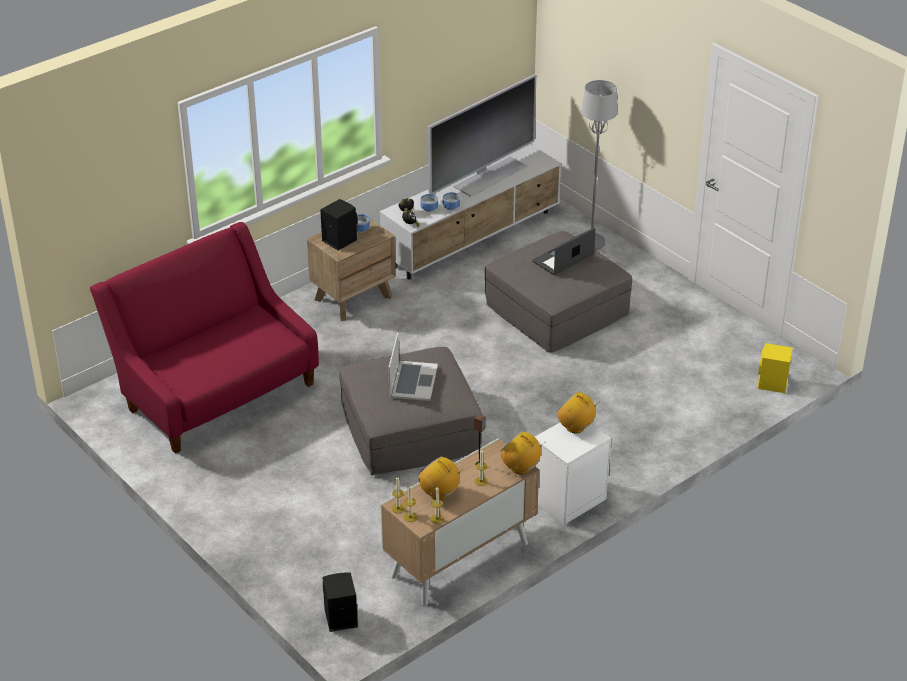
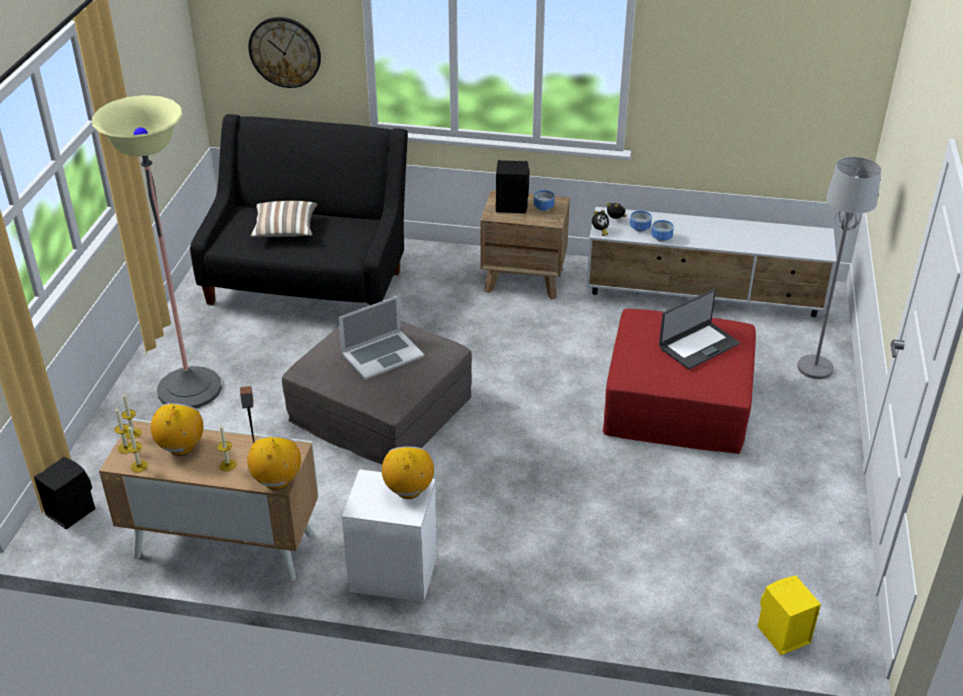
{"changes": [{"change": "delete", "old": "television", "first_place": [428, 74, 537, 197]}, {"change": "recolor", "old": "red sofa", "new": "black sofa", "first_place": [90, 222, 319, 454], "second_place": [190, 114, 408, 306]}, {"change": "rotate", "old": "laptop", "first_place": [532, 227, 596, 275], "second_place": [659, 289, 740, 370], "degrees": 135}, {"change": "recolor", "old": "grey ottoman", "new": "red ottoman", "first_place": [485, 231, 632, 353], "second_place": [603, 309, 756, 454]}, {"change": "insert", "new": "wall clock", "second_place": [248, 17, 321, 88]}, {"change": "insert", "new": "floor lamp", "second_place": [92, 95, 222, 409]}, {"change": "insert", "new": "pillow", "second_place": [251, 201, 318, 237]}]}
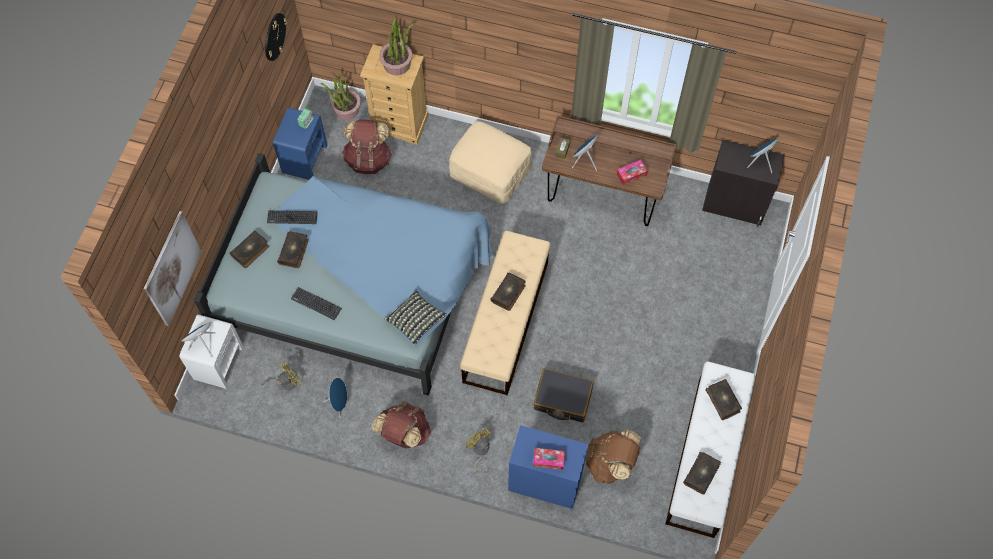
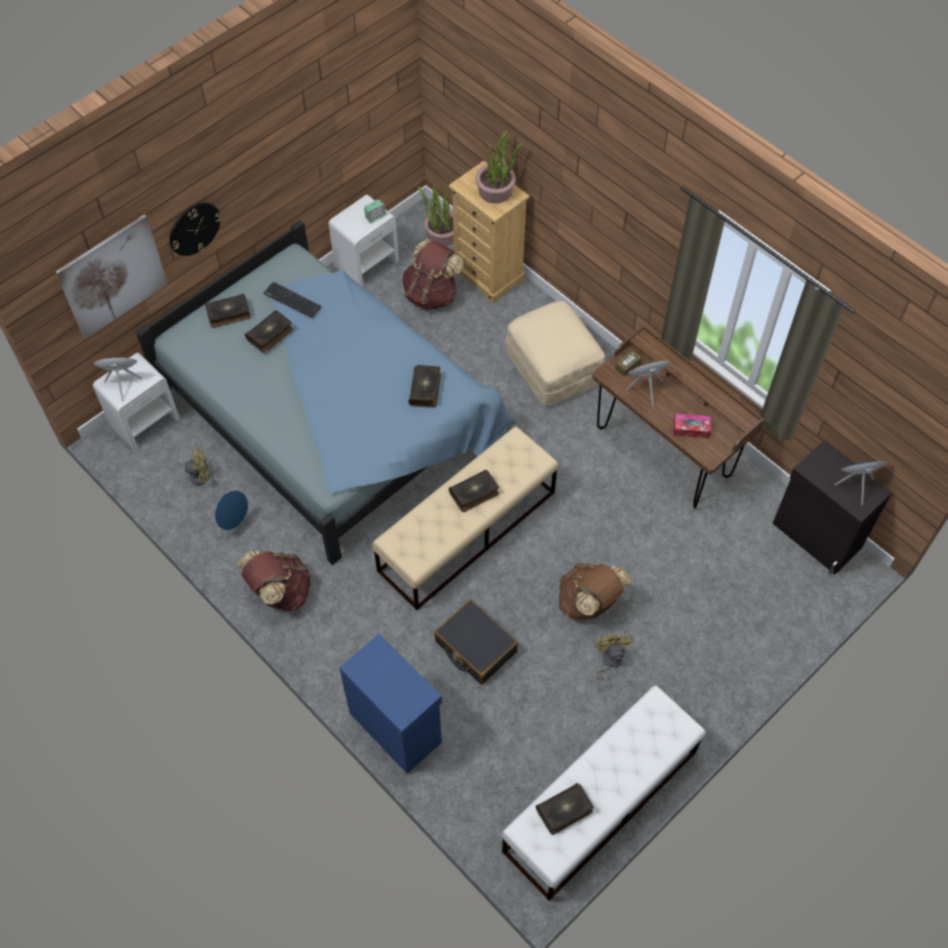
{"changes": [{"change": "move", "old": "wall clock", "first_place": [265, 13, 287, 61], "second_place": [170, 203, 221, 256]}, {"change": "recolor", "old": "blue nightstand", "new": "white nightstand", "first_place": [273, 108, 328, 180], "second_place": [328, 195, 399, 287]}, {"change": "delete", "old": "keyboard", "first_place": [291, 287, 342, 320]}, {"change": "delete", "old": "pillow", "first_place": [385, 290, 447, 345]}, {"change": "move", "old": "book", "first_place": [705, 379, 742, 420], "second_place": [408, 365, 441, 408]}, {"change": "move", "old": "yellow fan", "first_place": [466, 427, 492, 477], "second_place": [593, 632, 633, 691]}, {"change": "move", "old": "brown backpack", "first_place": [585, 430, 641, 484], "second_place": [559, 562, 632, 620]}, {"change": "delete", "old": "tissue box", "first_place": [533, 448, 565, 470]}]}
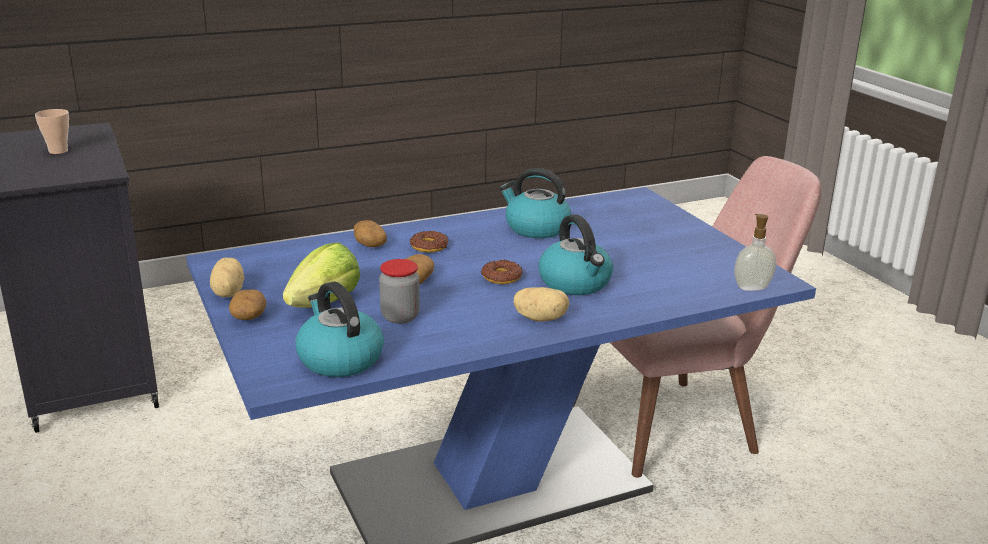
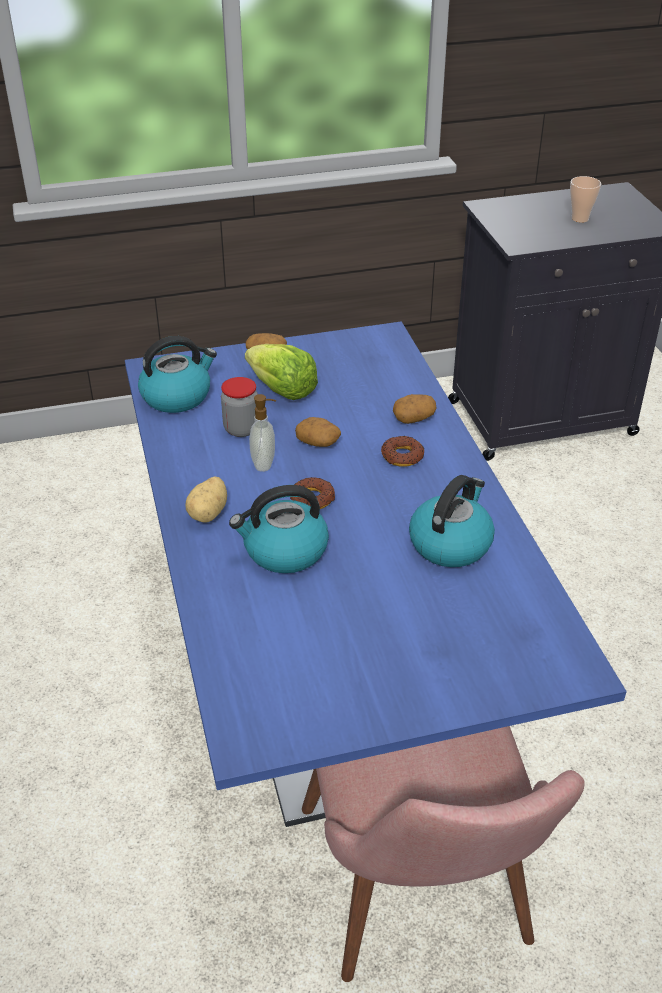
{"changes": [{"change": "move", "old": "soap dispenser", "first_place": [734, 214, 776, 291], "second_place": [249, 394, 276, 472]}, {"change": "delete", "old": "potato", "first_place": [210, 258, 244, 297]}]}
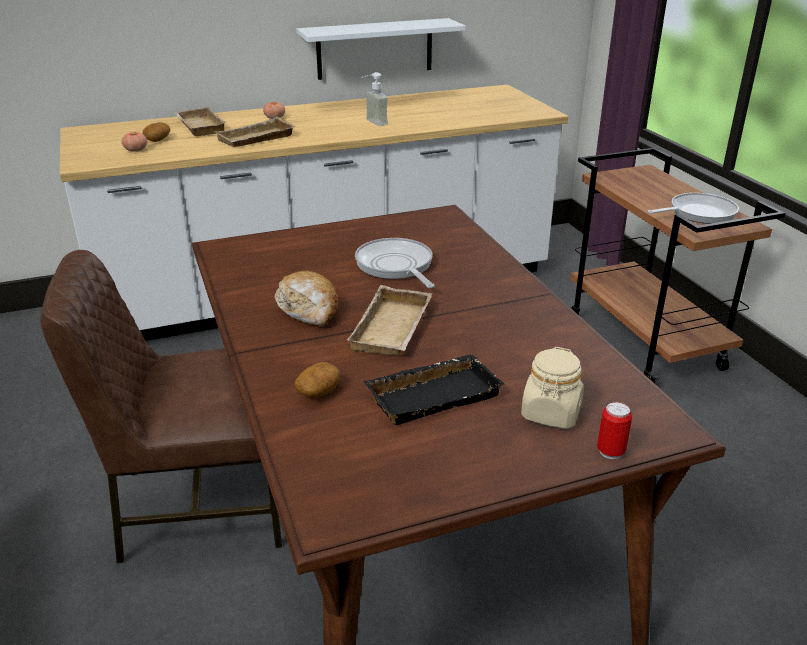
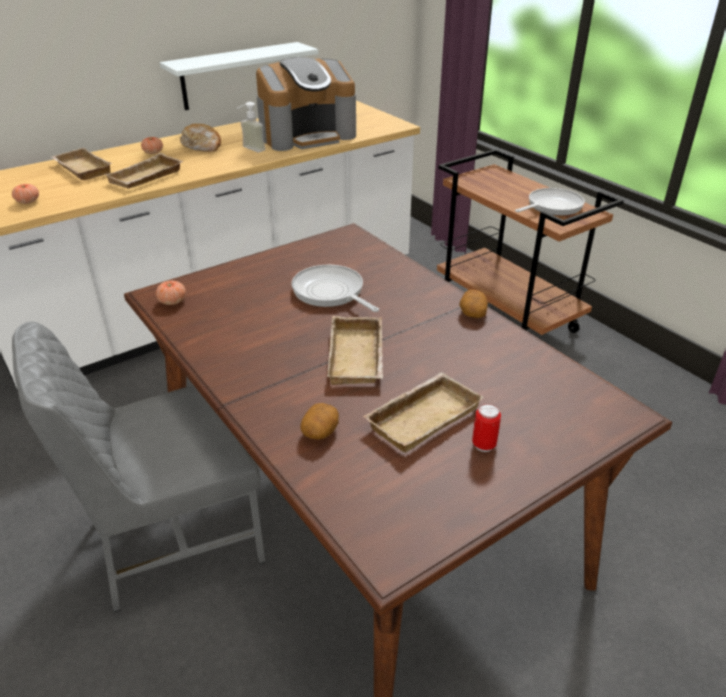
{"changes": [{"change": "move", "old": "potato", "first_place": [143, 122, 170, 142], "second_place": [459, 290, 488, 318]}, {"change": "recolor", "old": "brown chair", "new": "grey chair", "first_place": [40, 250, 282, 563], "second_place": [12, 322, 266, 612]}, {"change": "move", "old": "bread", "first_place": [275, 271, 338, 326], "second_place": [180, 124, 221, 152]}, {"change": "delete", "old": "beige jar", "first_place": [521, 347, 584, 429]}, {"change": "recolor", "old": "black tray", "new": "beige tray", "first_place": [363, 354, 505, 425], "second_place": [363, 372, 484, 453]}, {"change": "move", "old": "can", "first_place": [597, 402, 632, 459], "second_place": [472, 404, 501, 452]}, {"change": "insert", "new": "coffee machine", "second_place": [256, 57, 356, 151]}, {"change": "insert", "new": "tomato", "second_place": [156, 281, 186, 305]}]}
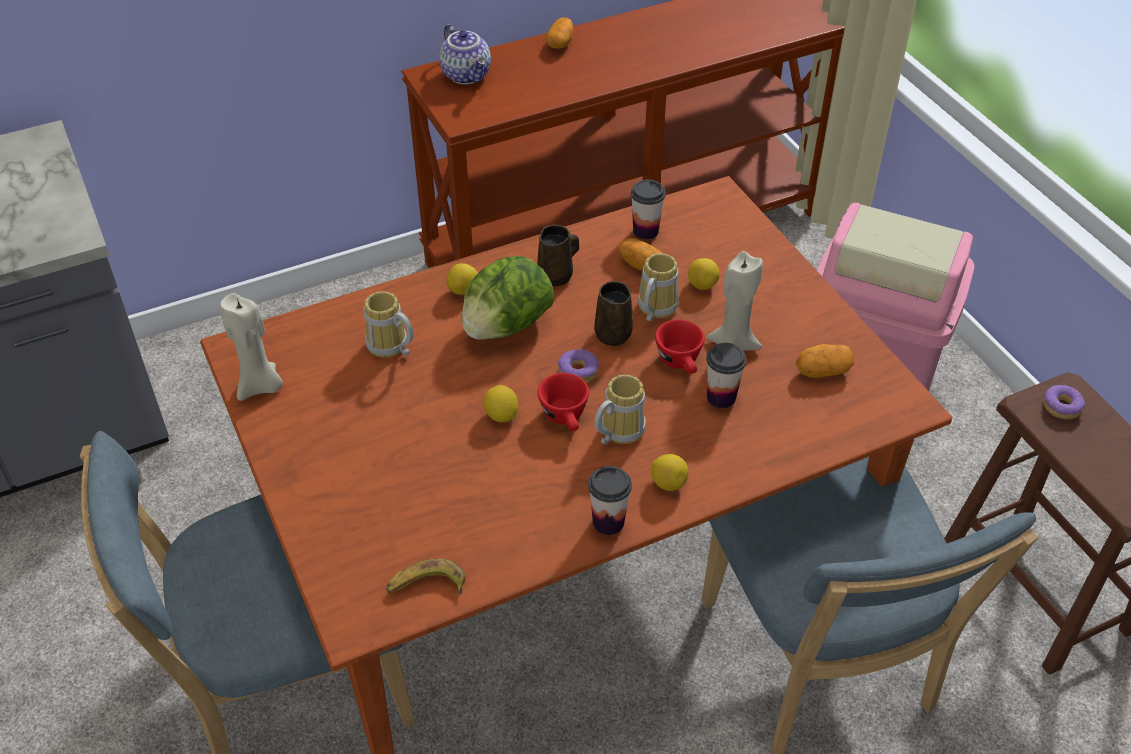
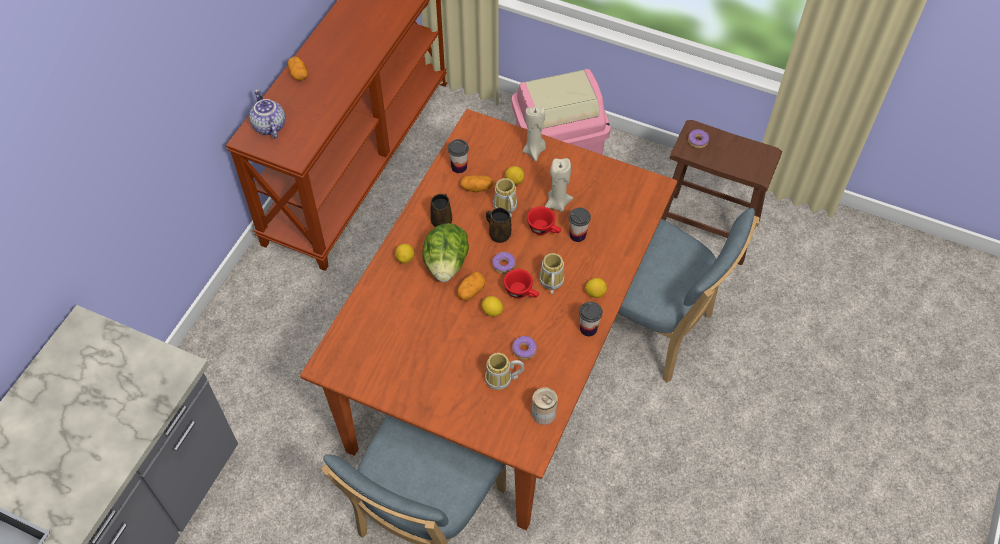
{"changes": [{"change": "rotate", "old": "teapot", "first_place": [439, 24, 491, 85], "second_place": [249, 89, 285, 138], "degrees": -135}, {"change": "move", "old": "mug", "first_place": [363, 291, 414, 358], "second_place": [485, 353, 524, 390]}, {"change": "move", "old": "beige candle", "first_place": [220, 293, 283, 401], "second_place": [523, 107, 546, 161]}, {"change": "move", "old": "potato", "first_place": [796, 344, 854, 378], "second_place": [457, 271, 486, 301]}, {"change": "replace", "old": "banana", "new": "can", "first_place": [386, 558, 466, 595], "second_place": [532, 388, 558, 425]}, {"change": "insert", "new": "donut", "second_place": [512, 336, 537, 360]}]}
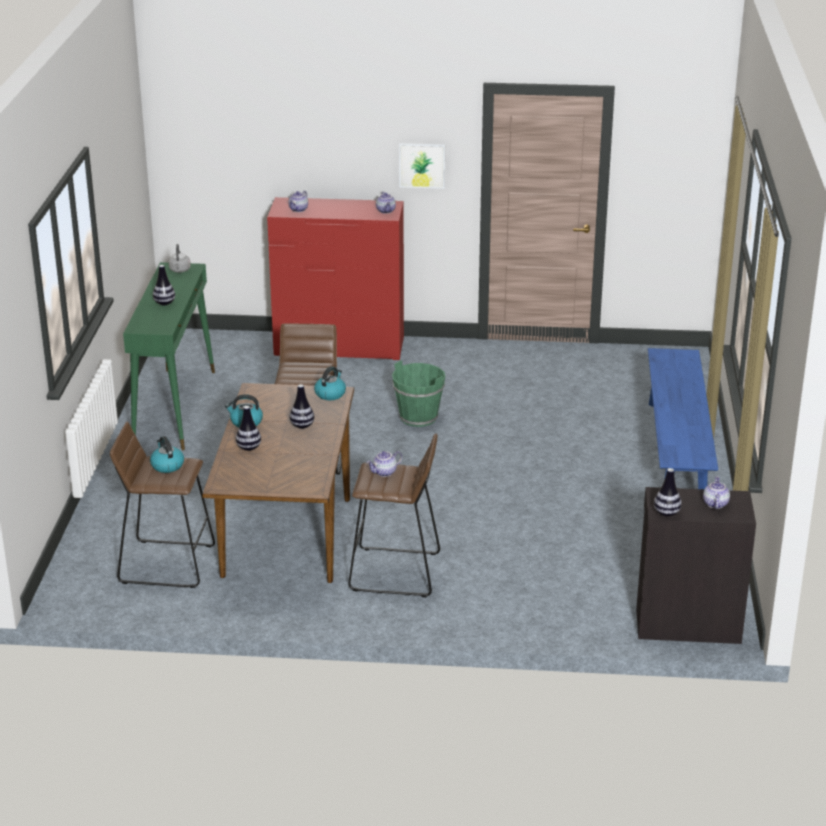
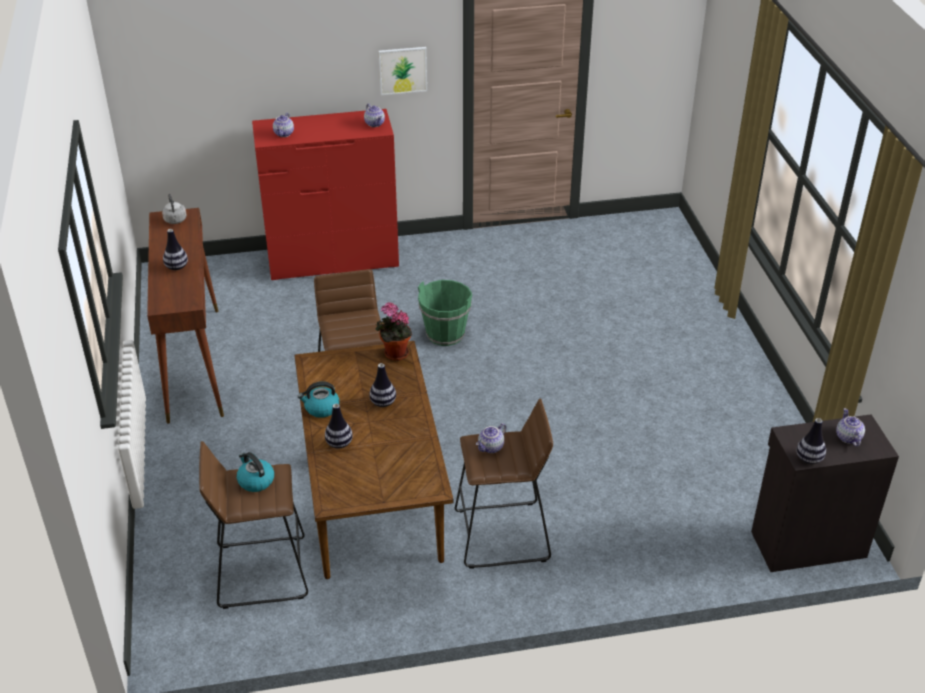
{"changes": [{"change": "recolor", "old": "green console table", "new": "brown console table", "first_place": [123, 262, 215, 450], "second_place": [147, 208, 224, 424]}, {"change": "delete", "old": "blue bench", "first_place": [648, 348, 718, 489]}, {"change": "replace", "old": "kettle", "new": "potted plant", "first_place": [314, 366, 346, 400], "second_place": [376, 302, 412, 361]}]}
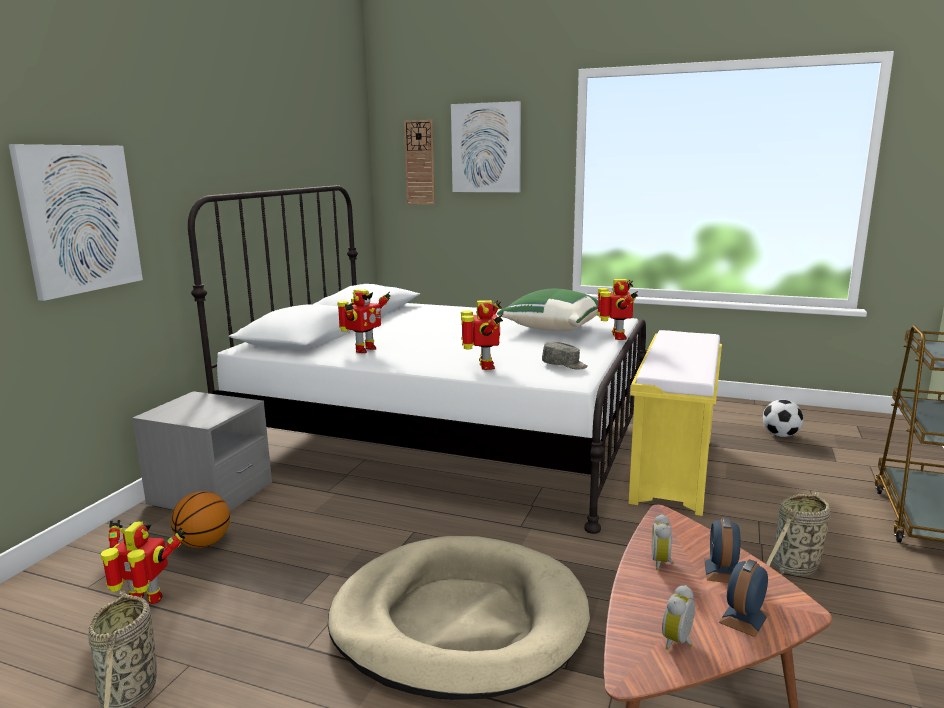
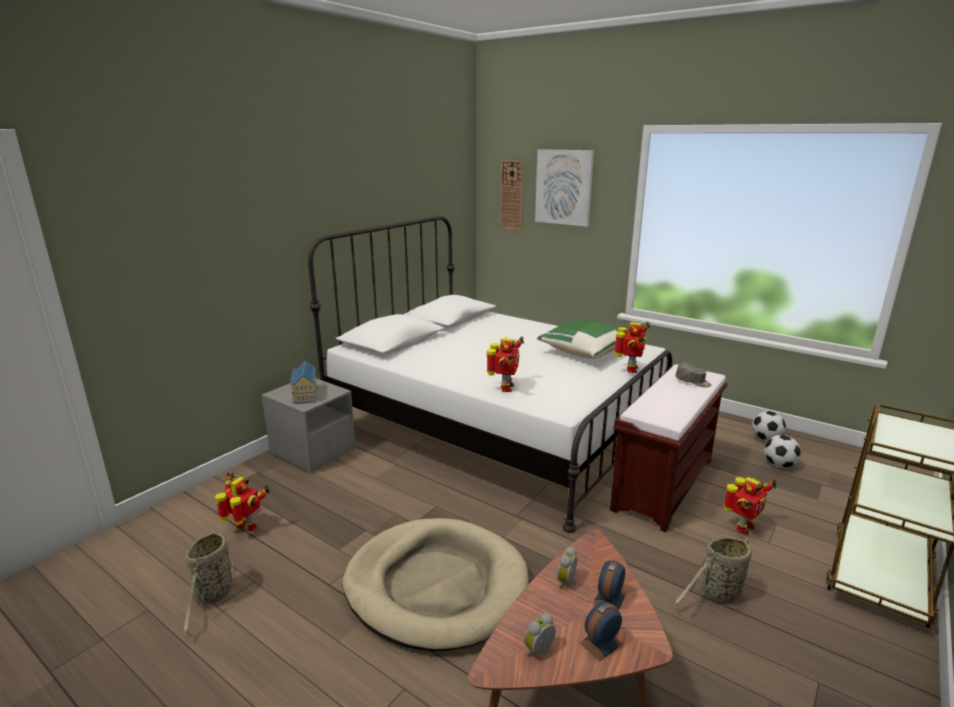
{"changes": [{"change": "delete", "old": "picture", "first_place": [9, 144, 143, 301]}, {"change": "move", "old": "toy robot", "first_place": [337, 289, 391, 353], "second_place": [723, 477, 776, 535]}, {"change": "recolor", "old": "yellow bench", "new": "brown bench", "first_place": [629, 330, 722, 516], "second_place": [610, 364, 728, 532]}, {"change": "move", "old": "grey cap", "first_place": [542, 342, 588, 369], "second_place": [676, 363, 711, 387]}, {"change": "delete", "old": "basketball", "first_place": [171, 491, 230, 548]}, {"change": "insert", "new": "toy house", "second_place": [290, 361, 317, 404]}, {"change": "insert", "new": "football", "second_place": [752, 411, 786, 441]}]}
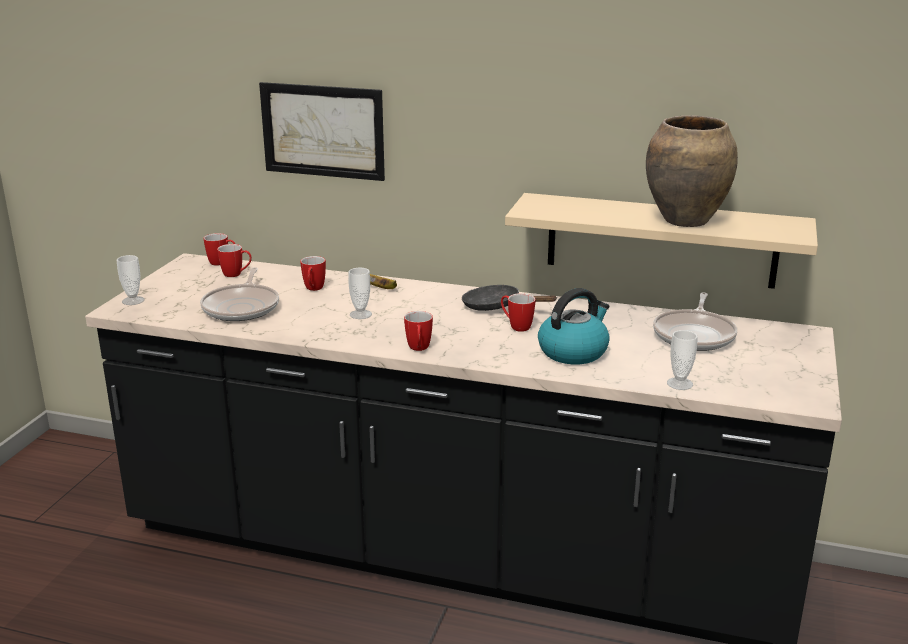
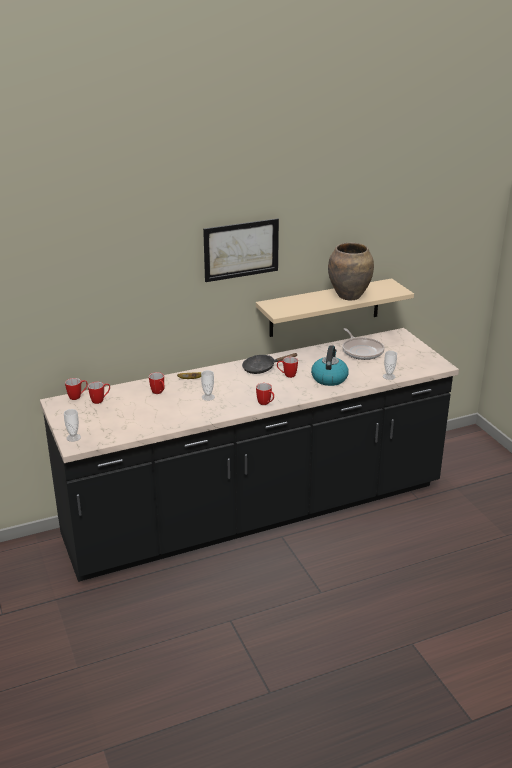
{"changes": [{"change": "move", "old": "picture", "first_place": [259, 82, 385, 181], "second_place": [203, 218, 279, 282]}, {"change": "delete", "old": "frying pan", "first_place": [200, 267, 279, 321]}]}
